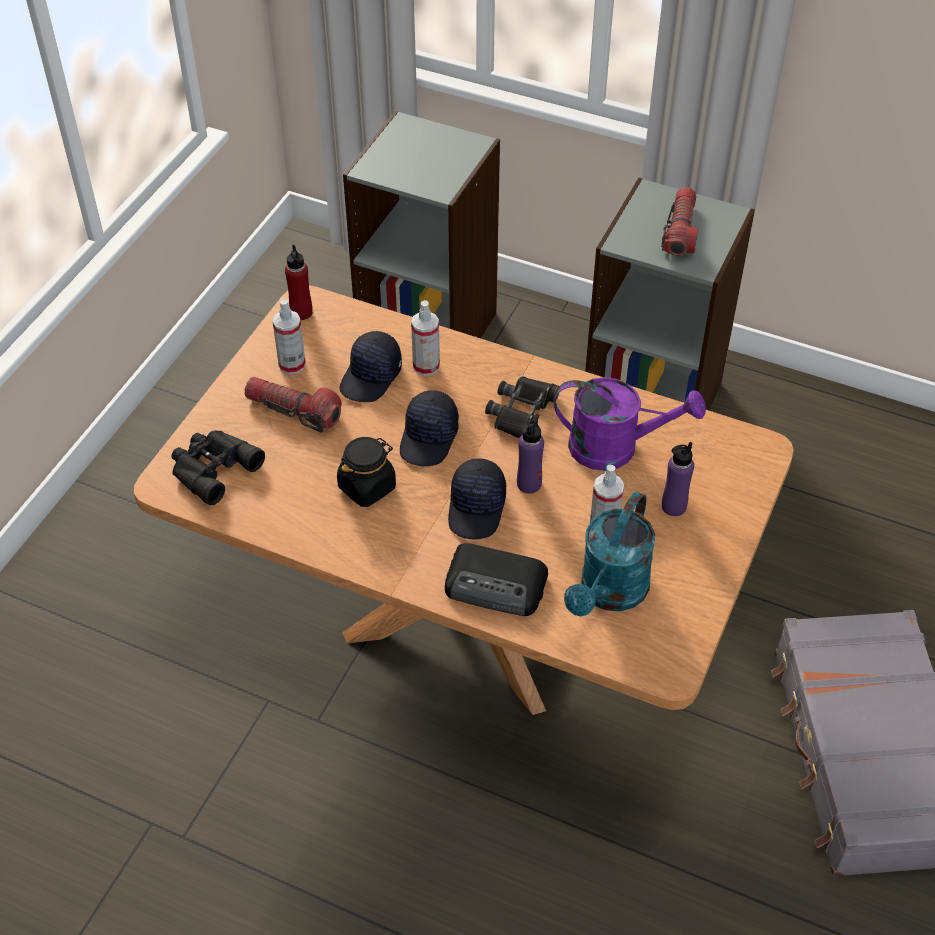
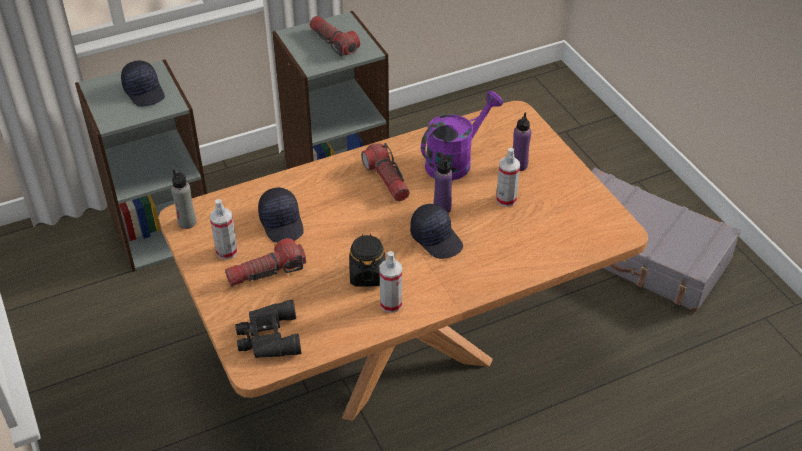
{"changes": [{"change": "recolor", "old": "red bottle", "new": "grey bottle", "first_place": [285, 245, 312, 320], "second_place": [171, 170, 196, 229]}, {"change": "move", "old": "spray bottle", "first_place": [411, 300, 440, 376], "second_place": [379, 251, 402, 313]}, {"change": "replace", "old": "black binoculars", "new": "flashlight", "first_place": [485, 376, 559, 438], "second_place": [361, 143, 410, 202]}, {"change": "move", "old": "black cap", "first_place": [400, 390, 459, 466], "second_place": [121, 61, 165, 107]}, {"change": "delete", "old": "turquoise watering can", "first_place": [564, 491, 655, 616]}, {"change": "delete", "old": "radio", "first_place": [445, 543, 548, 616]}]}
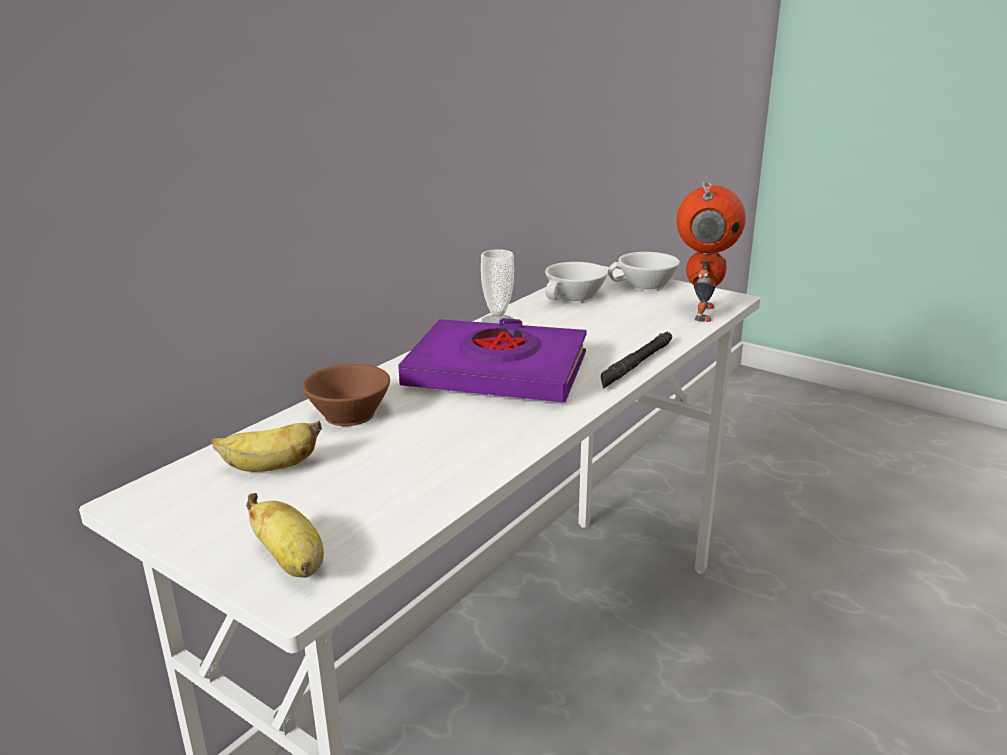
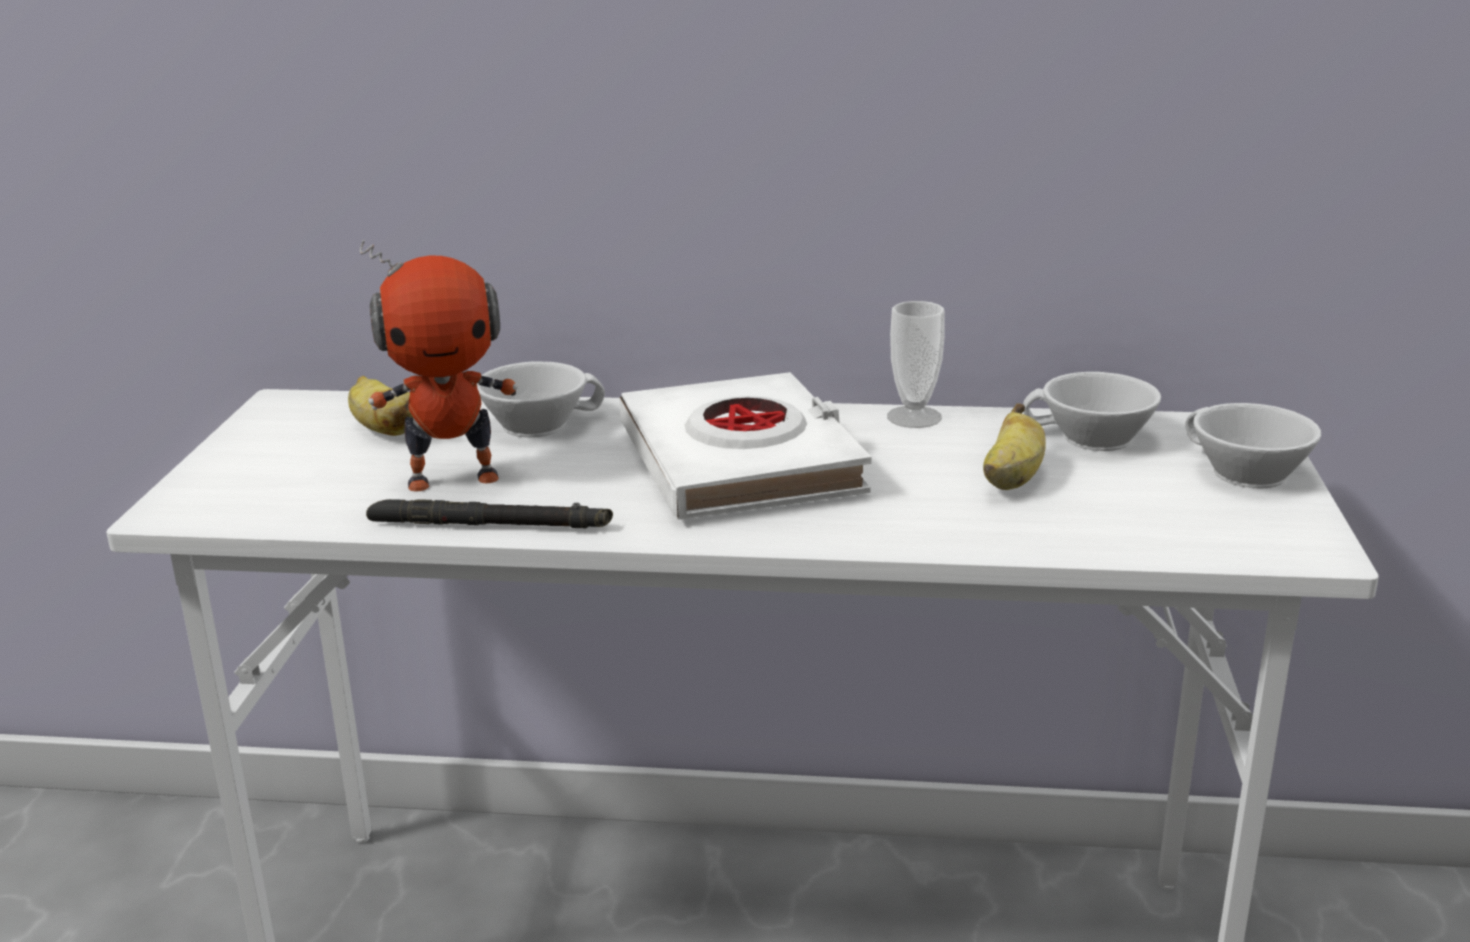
{"changes": [{"change": "move", "old": "toy robot", "first_place": [677, 182, 746, 322], "second_place": [360, 240, 518, 492]}, {"change": "recolor", "old": "purple book", "new": "white book", "first_place": [398, 318, 587, 403], "second_place": [620, 372, 872, 520]}, {"change": "move", "old": "black flashlight", "first_place": [601, 332, 672, 389], "second_place": [366, 499, 613, 528]}, {"change": "recolor", "old": "brown cup", "new": "white cup", "first_place": [302, 364, 390, 426], "second_place": [476, 361, 605, 438]}, {"change": "move", "old": "banana", "first_place": [246, 493, 324, 577], "second_place": [983, 403, 1046, 490]}]}
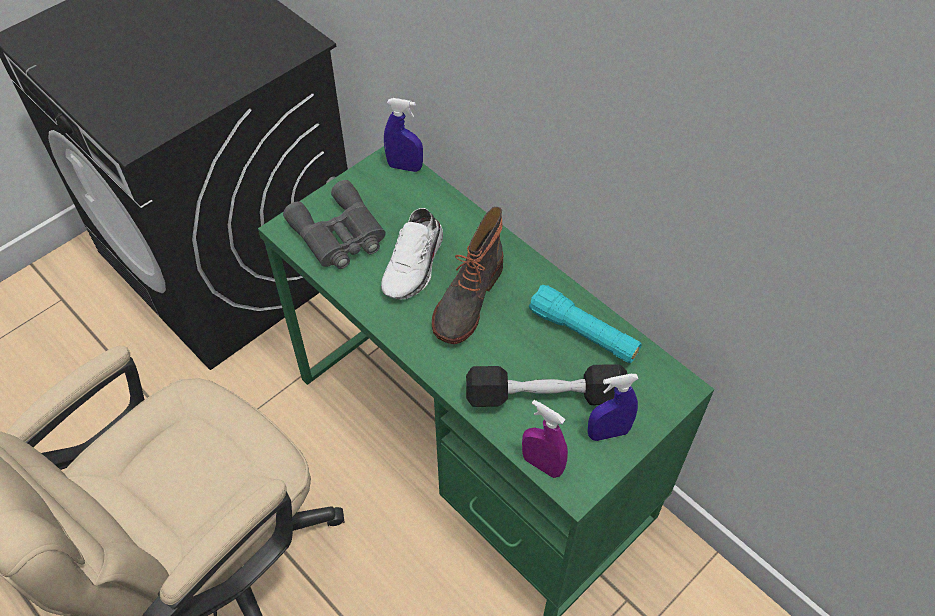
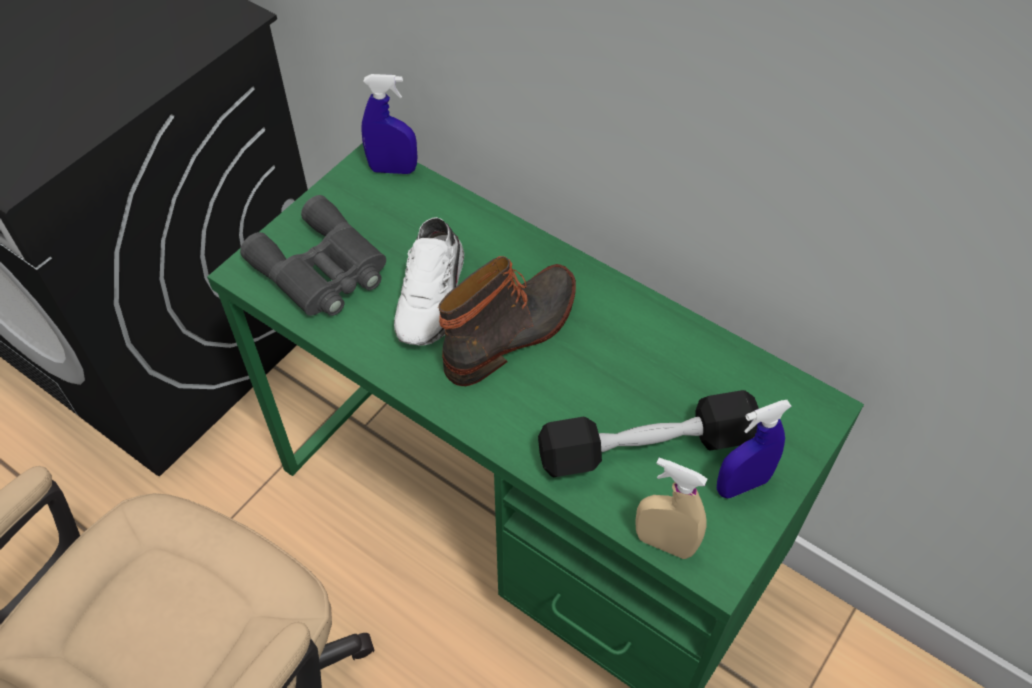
{"changes": [{"change": "rotate", "old": "boot", "first_place": [432, 207, 503, 344], "second_place": [438, 256, 576, 386], "degrees": -150}, {"change": "delete", "old": "turquoise flashlight", "first_place": [529, 285, 642, 363]}, {"change": "recolor", "old": "purple spray bottle", "new": "beige spray bottle", "first_place": [522, 400, 568, 478], "second_place": [635, 457, 707, 559]}]}
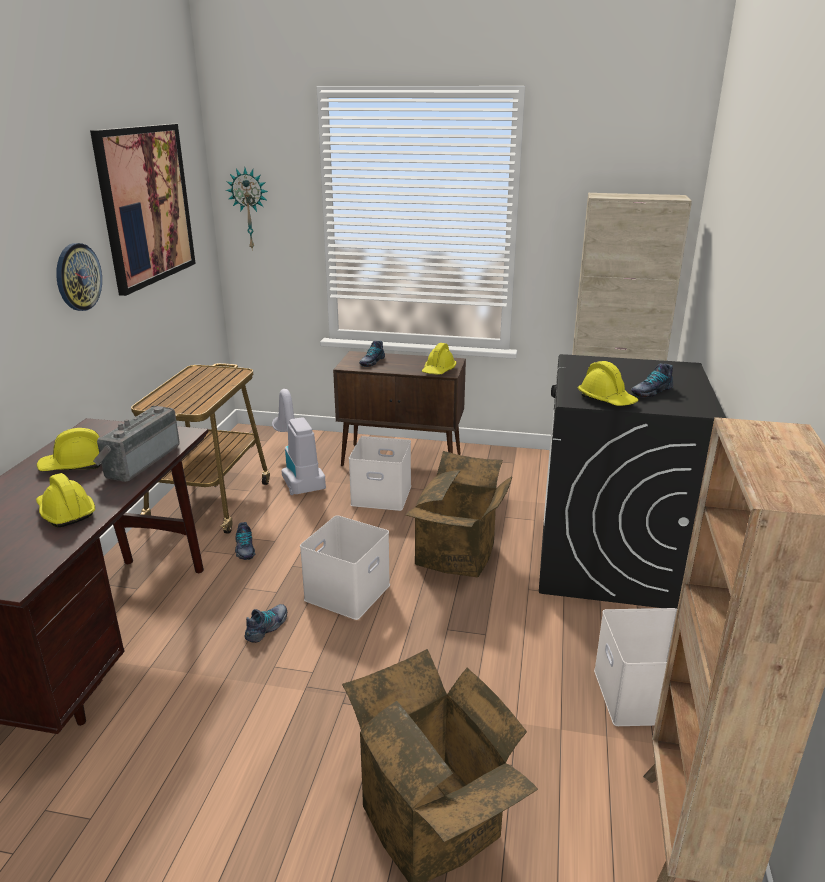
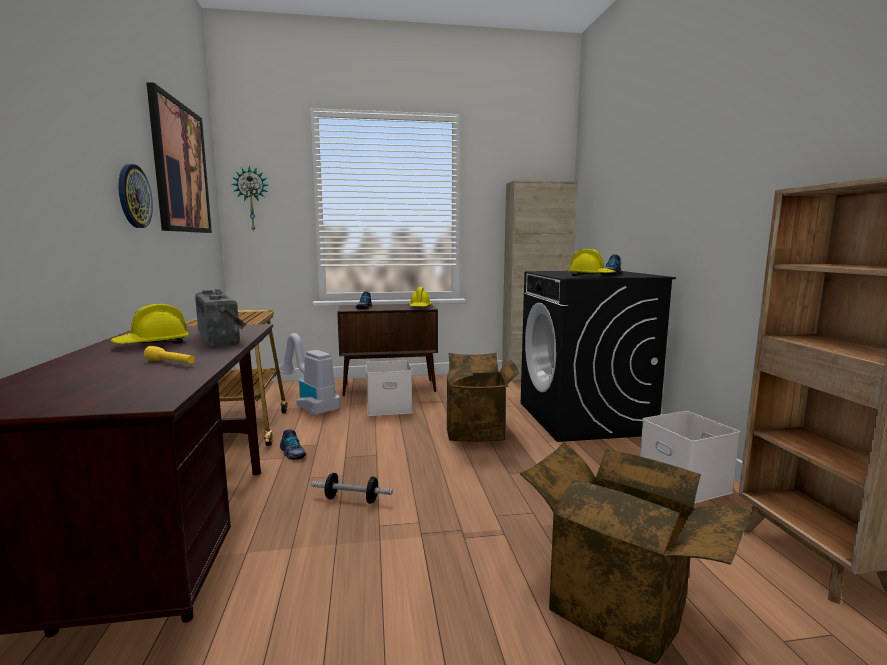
{"changes": [{"change": "rotate", "old": "radio", "first_place": [93, 406, 180, 482], "second_place": [195, 289, 247, 347], "degrees": 150}, {"change": "replace", "old": "yellow hard hat", "new": "yellow flashlight", "first_place": [36, 473, 95, 527], "second_place": [144, 346, 195, 364]}, {"change": "delete", "old": "white storage box", "first_place": [300, 515, 390, 620]}, {"change": "replace", "old": "shoe", "new": "dumbbell", "first_place": [244, 604, 287, 643], "second_place": [312, 473, 393, 504]}]}
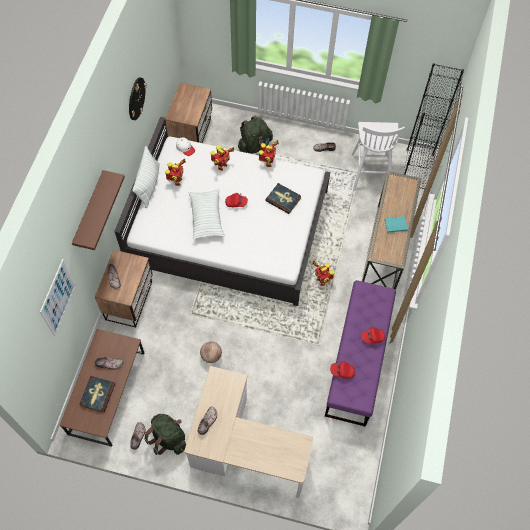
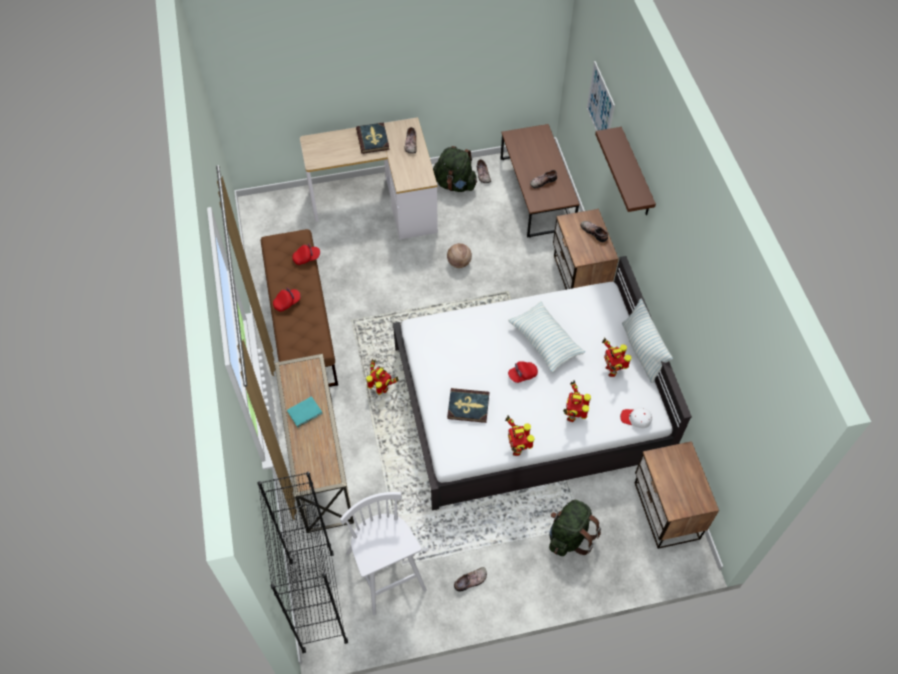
{"changes": [{"change": "delete", "old": "wall clock", "first_place": [129, 77, 147, 120]}, {"change": "recolor", "old": "purple bench", "new": "brown bench", "first_place": [325, 280, 396, 426], "second_place": [261, 229, 338, 387]}, {"change": "move", "old": "book", "first_place": [79, 376, 115, 412], "second_place": [356, 122, 389, 154]}]}
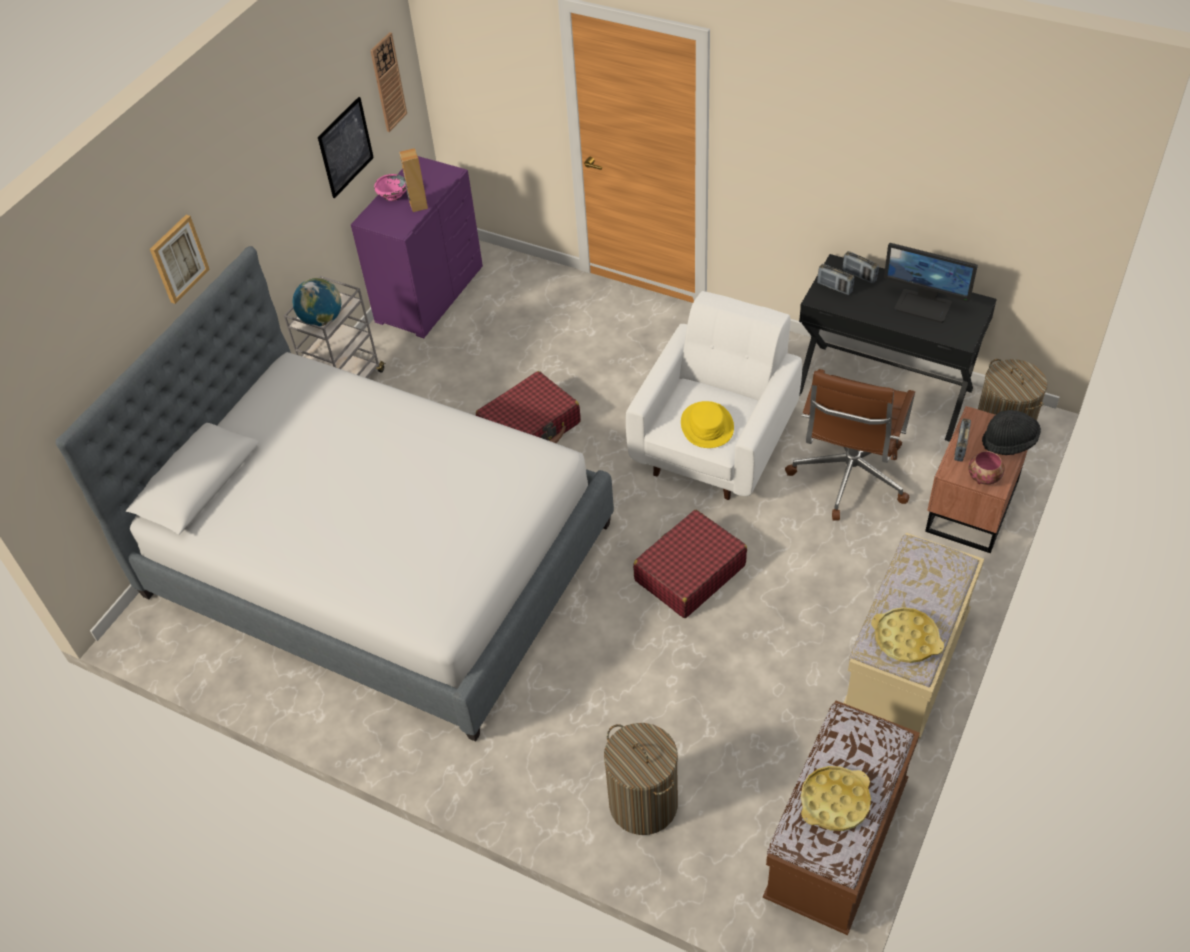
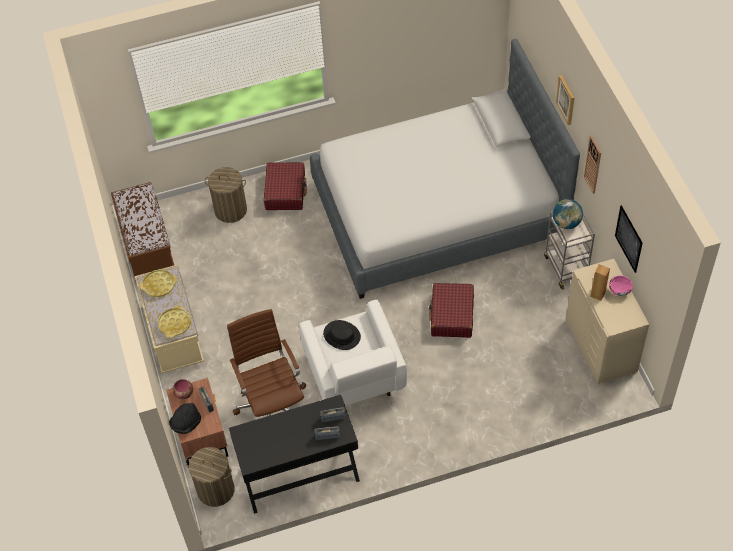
{"changes": [{"change": "move", "old": "wall clock", "first_place": [370, 32, 407, 132], "second_place": [584, 136, 601, 194]}, {"change": "recolor", "old": "purple dresser", "new": "beige dresser", "first_place": [351, 156, 483, 338], "second_place": [566, 259, 649, 385]}, {"change": "delete", "old": "monitor", "first_place": [884, 243, 978, 323]}, {"change": "recolor", "old": "yellow hat", "new": "black hat", "first_place": [681, 401, 734, 448], "second_place": [323, 320, 361, 350]}, {"change": "move", "old": "red suitcase", "first_place": [633, 510, 747, 618], "second_place": [264, 162, 307, 210]}, {"change": "move", "old": "yellow tray", "first_place": [801, 766, 871, 831], "second_place": [158, 305, 191, 338]}]}
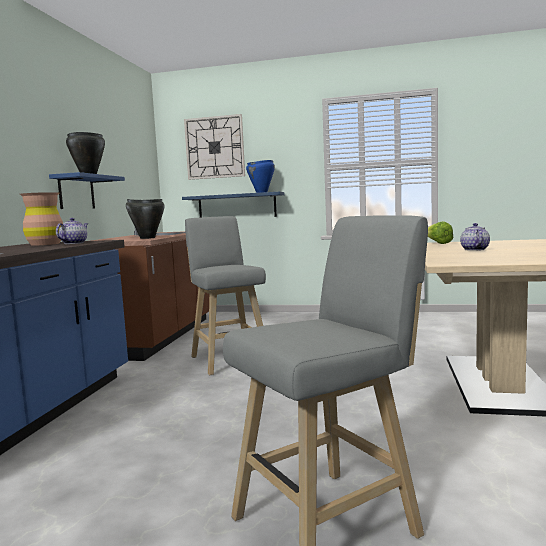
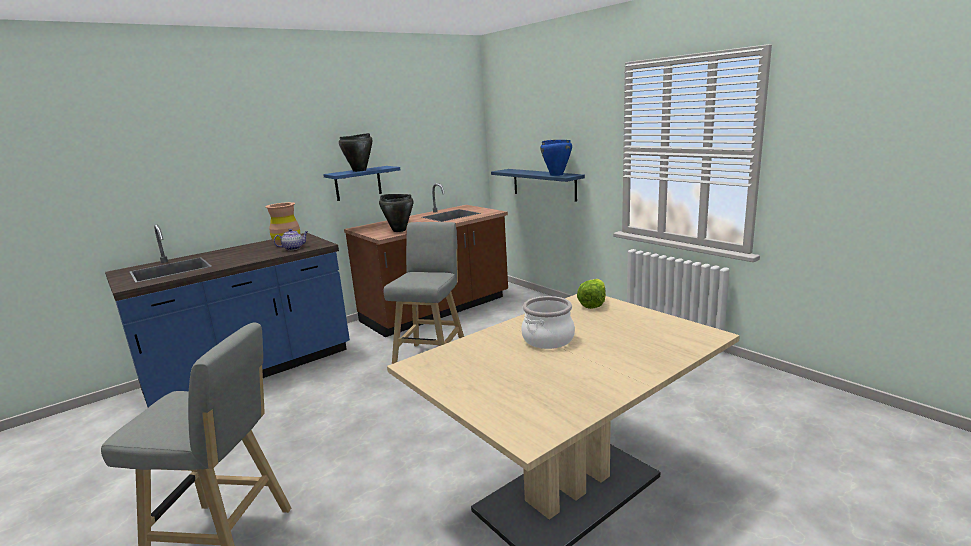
{"changes": [{"change": "delete", "old": "wall clock", "first_place": [184, 114, 245, 180]}, {"change": "replace", "old": "teapot", "new": "cooking pot", "first_place": [460, 223, 490, 251], "second_place": [521, 296, 575, 349]}]}
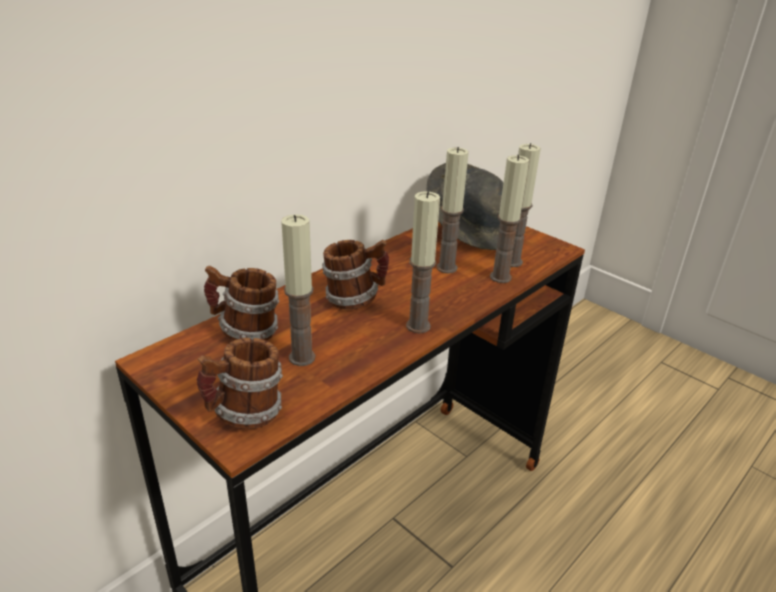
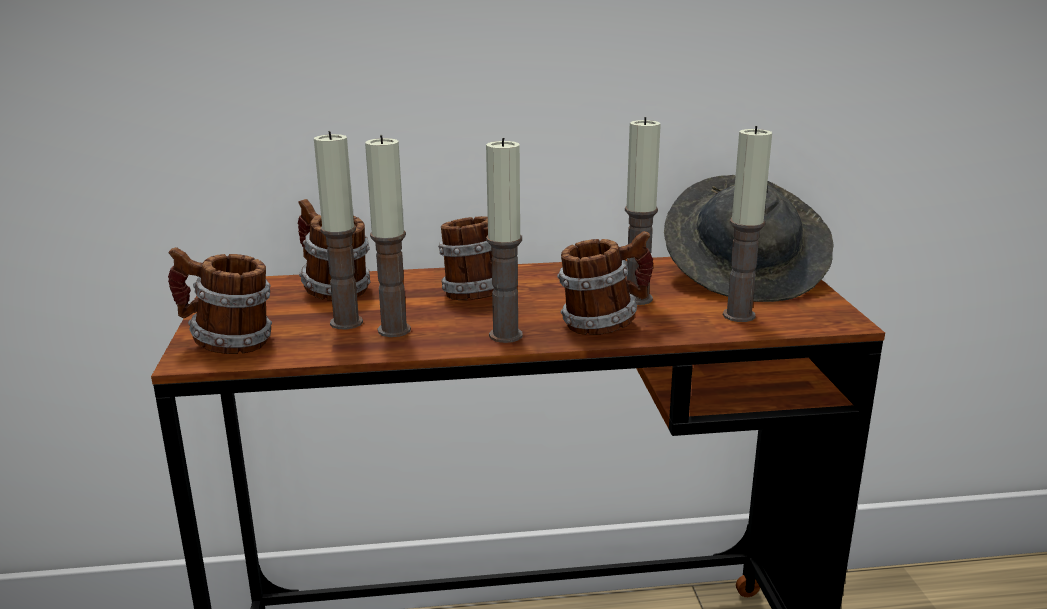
{"changes": [{"change": "move", "old": "candle", "first_place": [490, 155, 529, 283], "second_place": [365, 135, 411, 337]}, {"change": "insert", "new": "mug", "second_place": [557, 231, 653, 335]}]}
